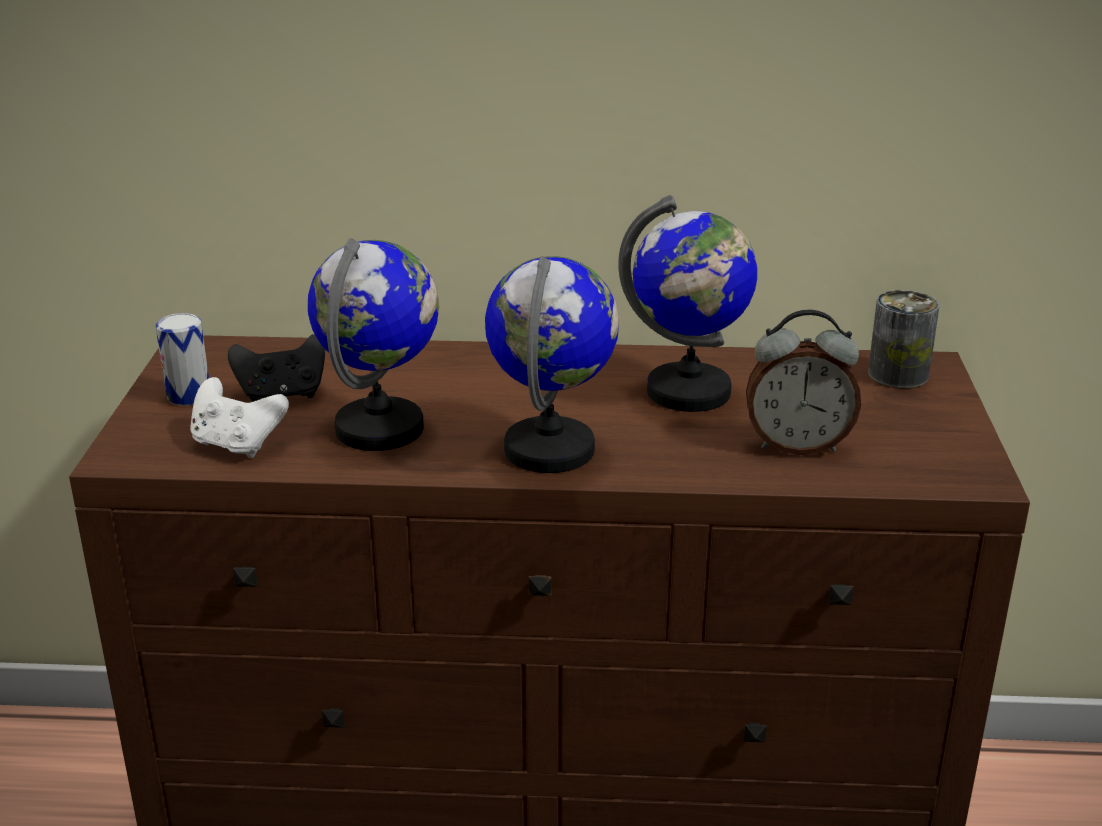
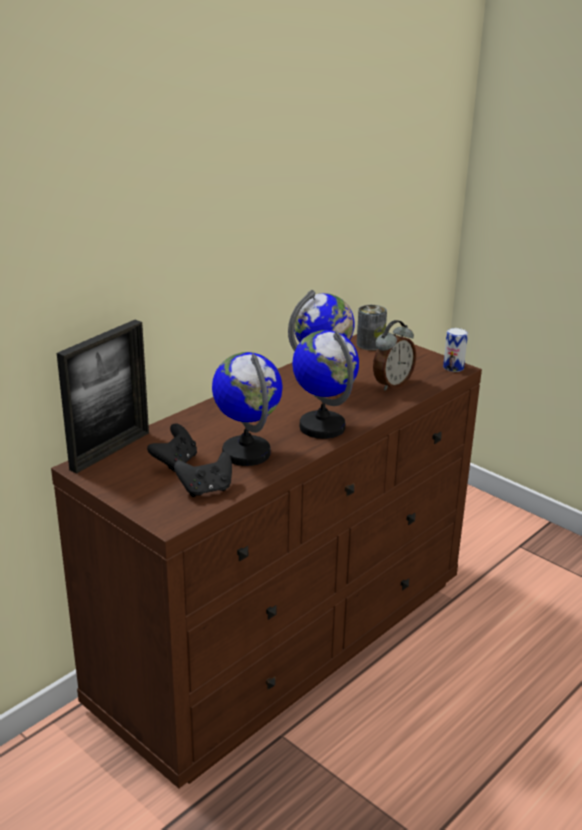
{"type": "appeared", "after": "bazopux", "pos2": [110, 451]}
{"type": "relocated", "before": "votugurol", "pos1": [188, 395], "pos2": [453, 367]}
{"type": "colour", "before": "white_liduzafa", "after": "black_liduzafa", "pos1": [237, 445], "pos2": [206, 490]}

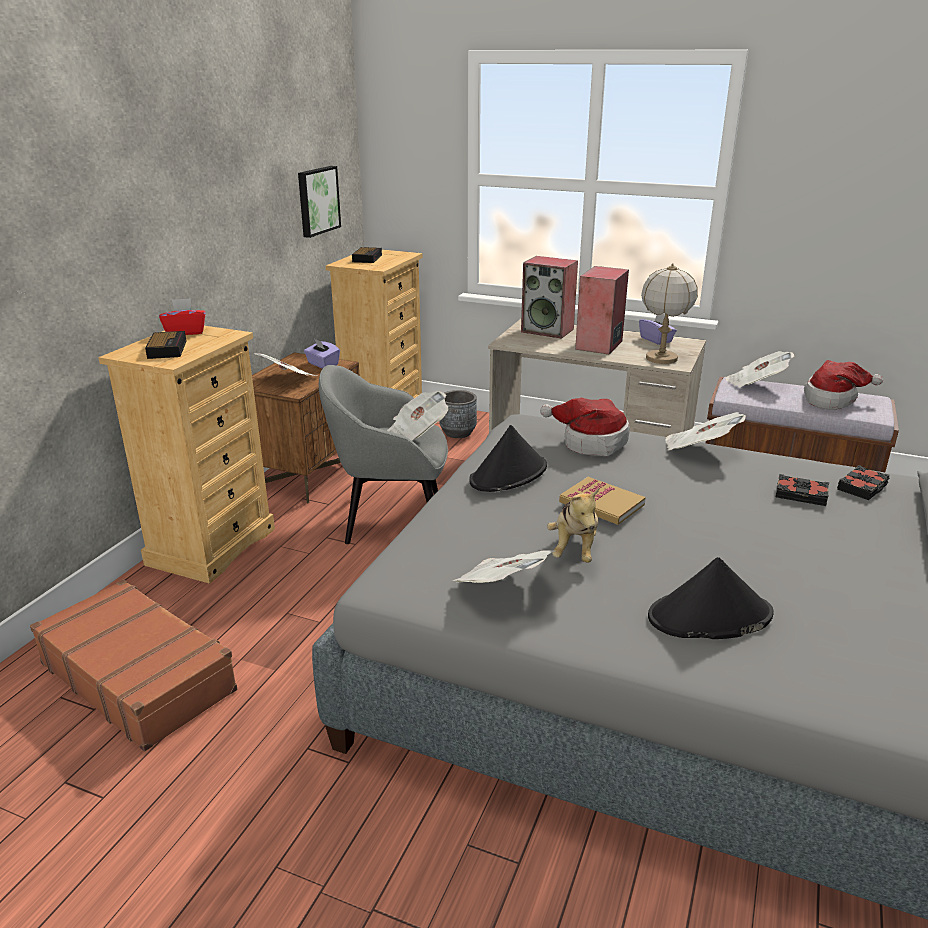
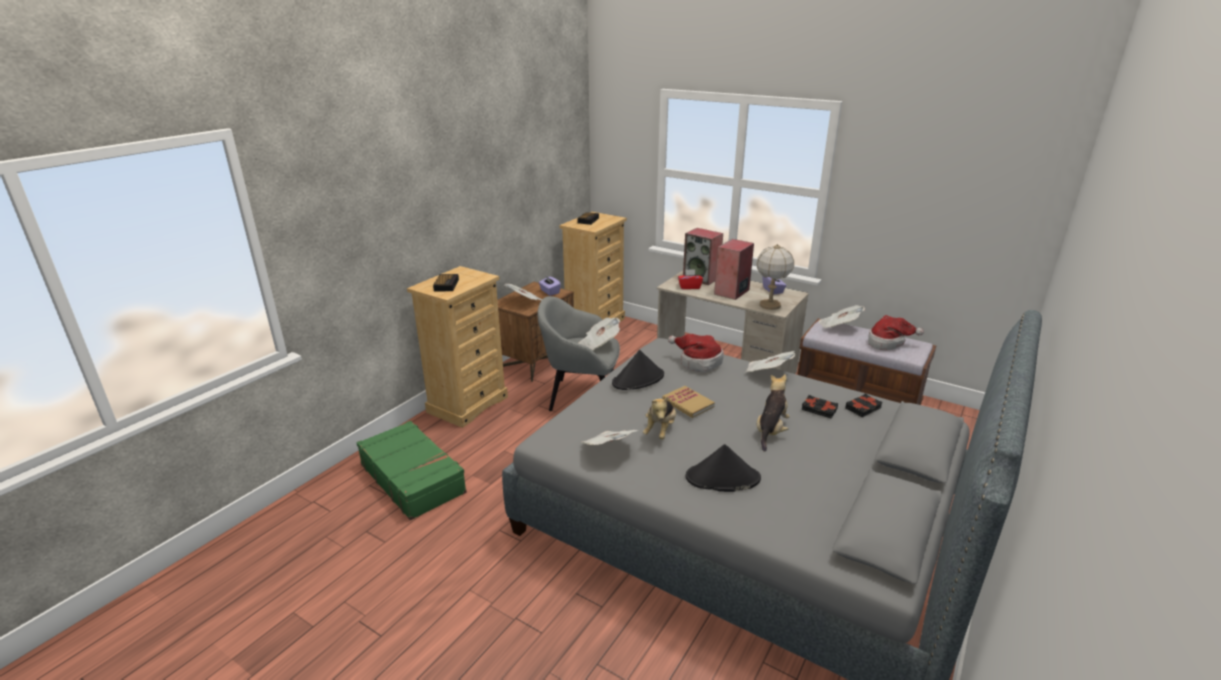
{"type": "missing", "before": "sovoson", "pos1": [317, 200]}
{"type": "missing", "before": "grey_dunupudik", "pos1": [458, 433]}
{"type": "appeared", "after": "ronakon", "pos2": [770, 431]}
{"type": "relocated", "before": "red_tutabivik", "pos1": [185, 332], "pos2": [689, 287]}
{"type": "colour", "before": "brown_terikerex", "after": "green_terikerex", "pos1": [139, 676], "pos2": [413, 478]}

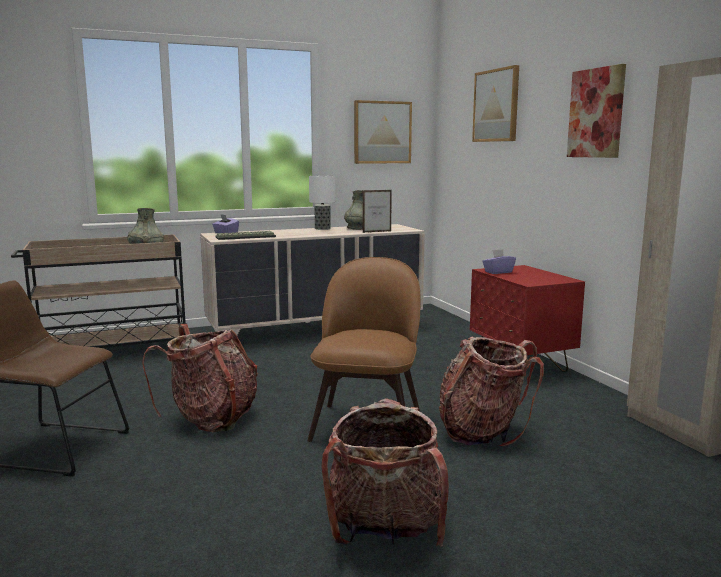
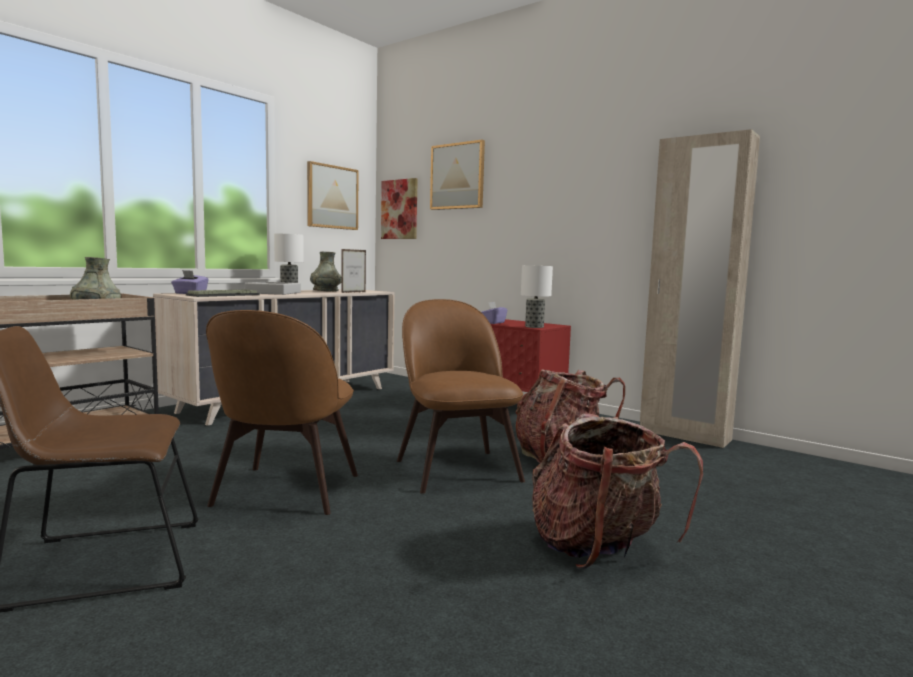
{"type": "appeared", "after": "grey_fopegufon", "pos2": [273, 293]}
{"type": "appeared", "after": "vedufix", "pos2": [535, 327]}
{"type": "relocated", "before": "sovoson", "pos1": [596, 113], "pos2": [399, 209]}
{"type": "exchanged", "before": "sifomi", "after": "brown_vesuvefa", "pos1": [211, 418], "pos2": [285, 492]}

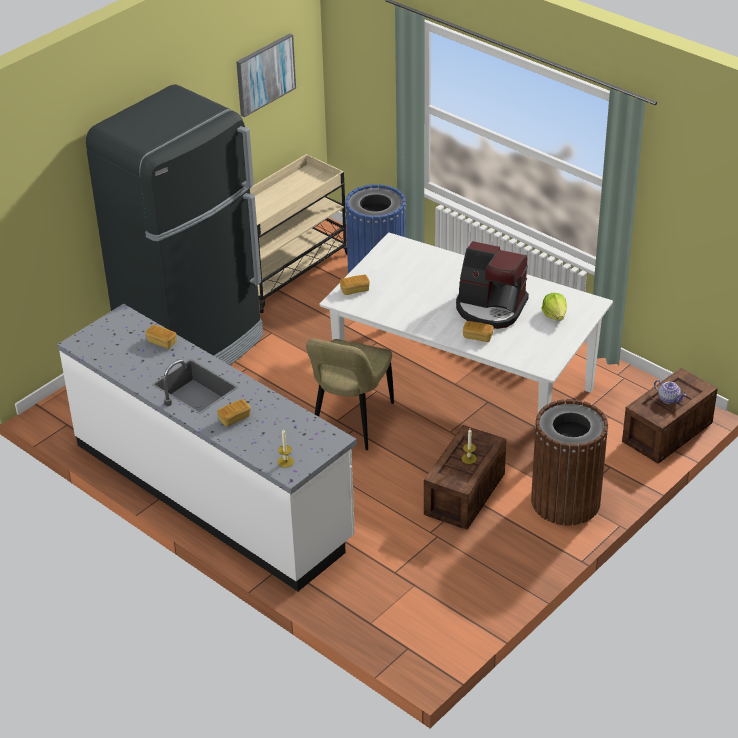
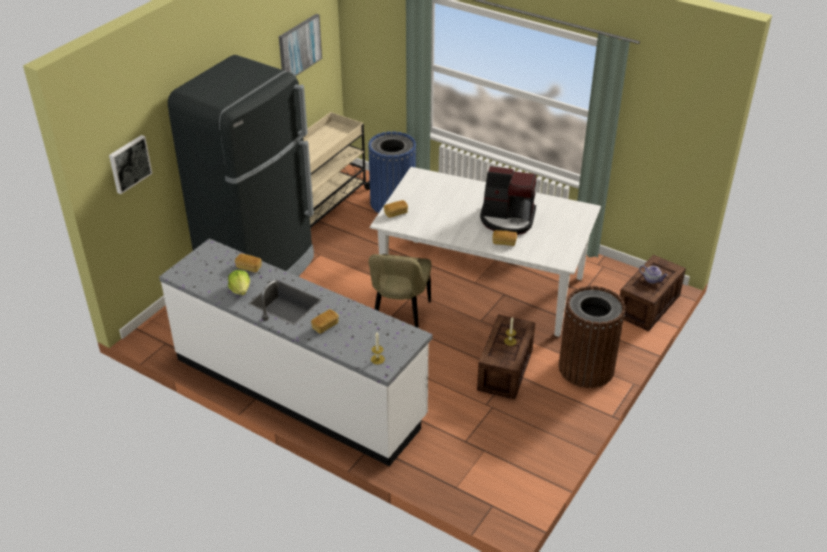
{"type": "appeared", "after": "sovoson", "pos2": [129, 163]}
{"type": "relocated", "before": "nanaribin", "pos1": [555, 315], "pos2": [240, 289]}

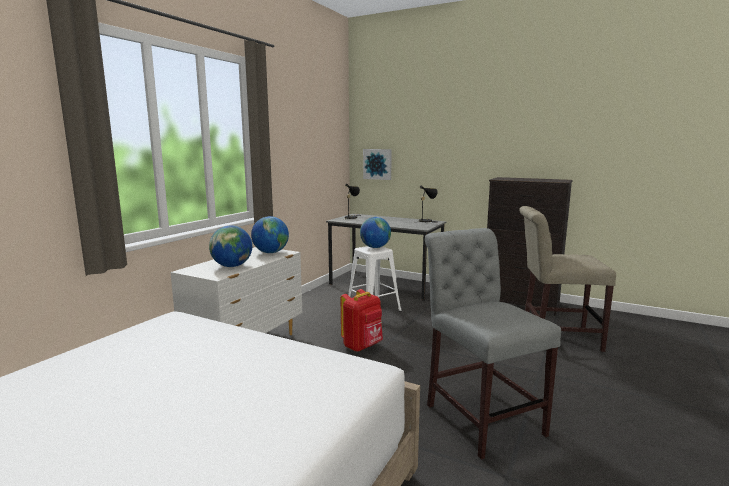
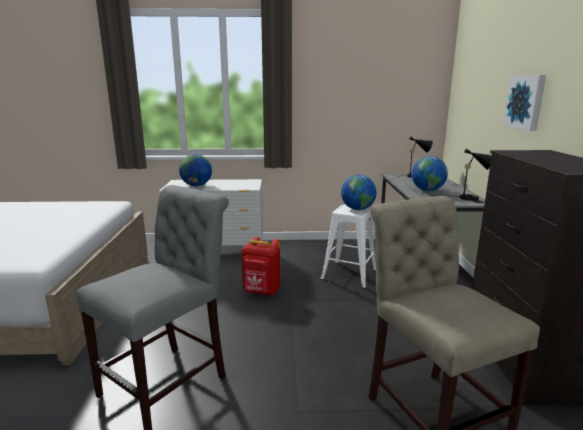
{"type": "relocated", "before": "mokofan", "pos1": [270, 252], "pos2": [427, 190]}
{"type": "relocated", "before": "sovoson", "pos1": [377, 164], "pos2": [525, 102]}

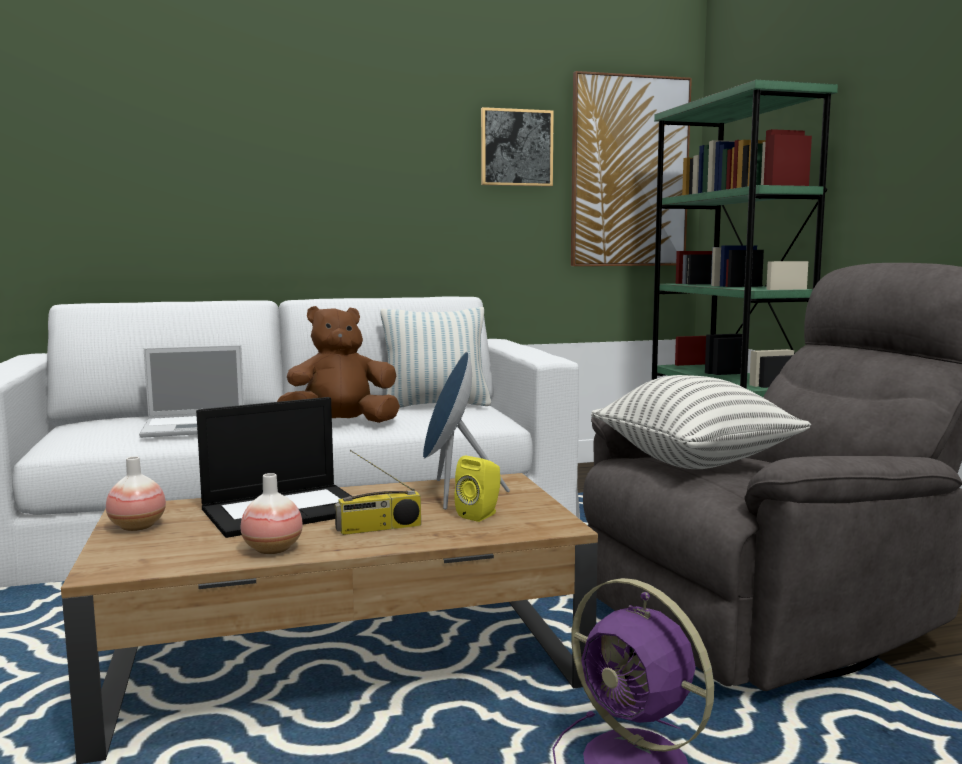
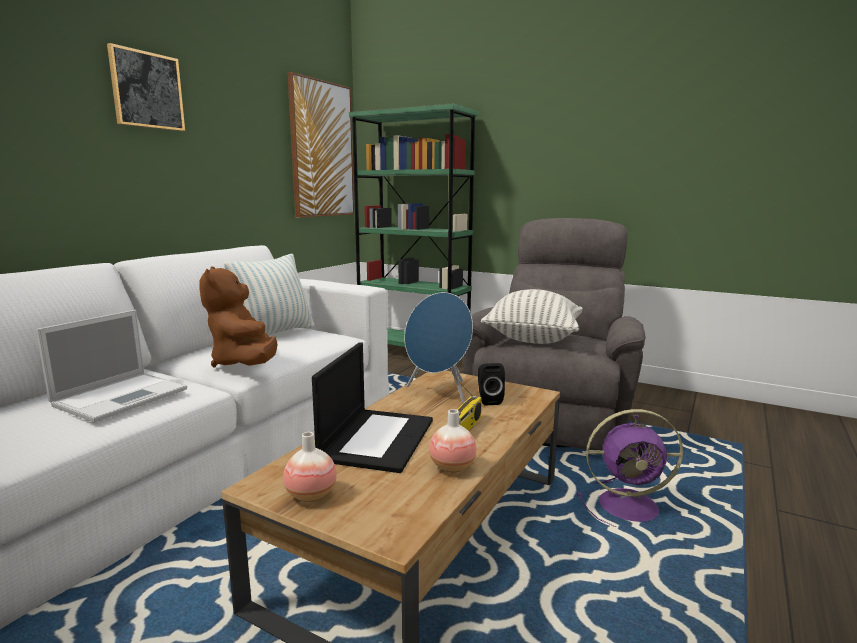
{"type": "relocated", "before": "sovoson", "pos1": [516, 148], "pos2": [147, 90]}
{"type": "colour", "before": "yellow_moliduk", "after": "black_moliduk", "pos1": [481, 515], "pos2": [488, 400]}
{"type": "spun", "before": "brown_ronakon", "pos1": [341, 424], "pos2": [244, 363], "turn": -45}

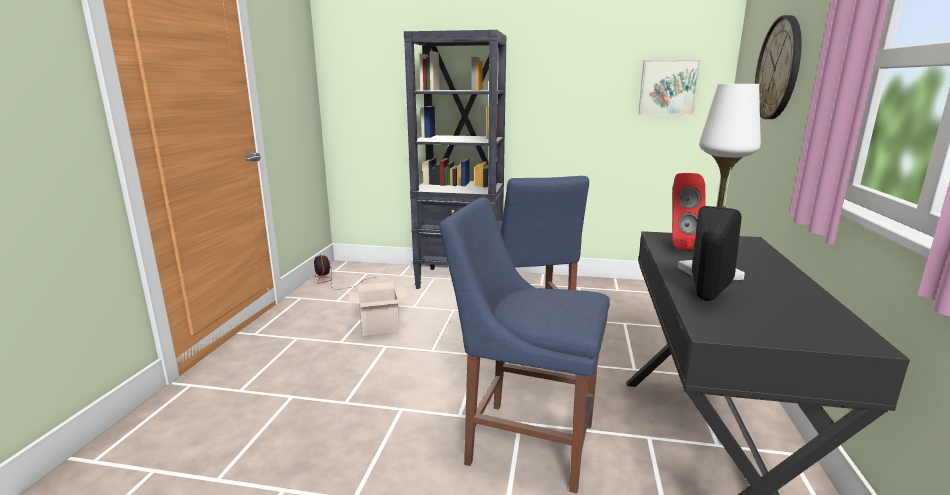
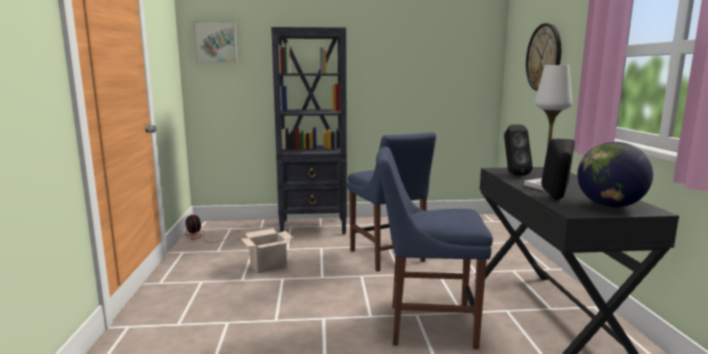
{"type": "appeared", "after": "mokofan", "pos2": [610, 206]}
{"type": "relocated", "before": "sovoson", "pos1": [667, 87], "pos2": [216, 42]}
{"type": "colour", "before": "red_moliduk", "after": "black_moliduk", "pos1": [679, 246], "pos2": [513, 174]}

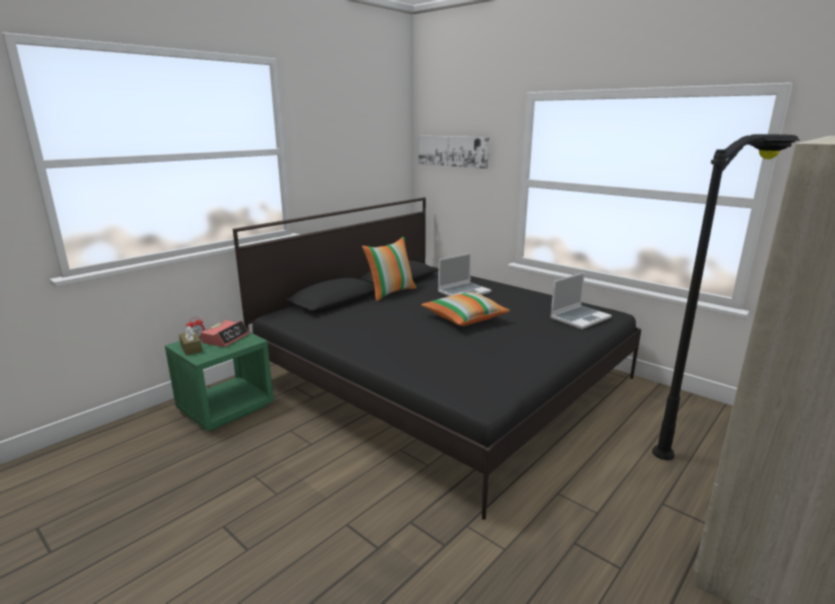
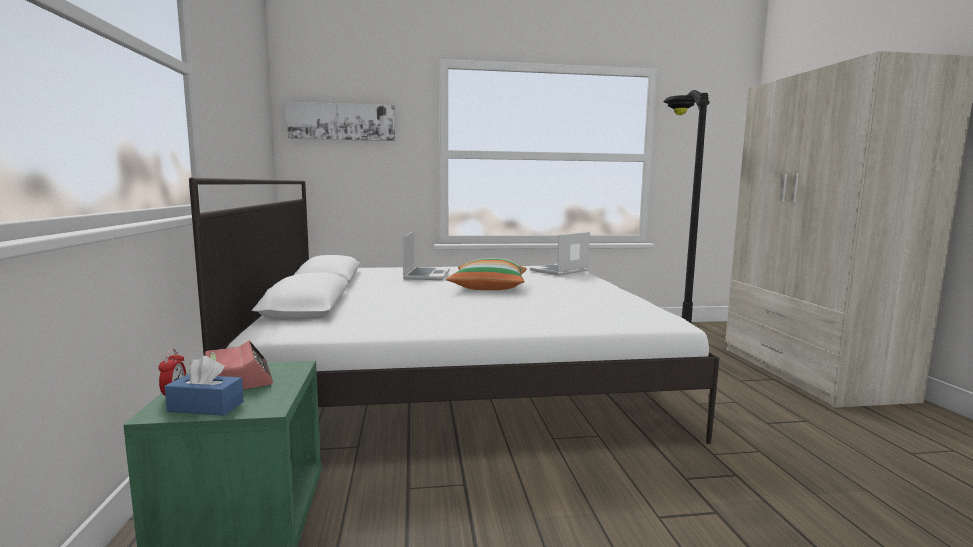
{"type": "missing", "before": "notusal", "pos1": [391, 292]}
{"type": "colour", "before": "brown_tutabivik", "after": "blue_tutabivik", "pos1": [191, 348], "pos2": [206, 407]}
{"type": "colour", "before": "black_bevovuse", "after": "white_bevovuse", "pos1": [443, 379], "pos2": [458, 375]}
{"type": "spun", "before": "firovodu", "pos1": [580, 318], "pos2": [559, 271], "turn": -135}

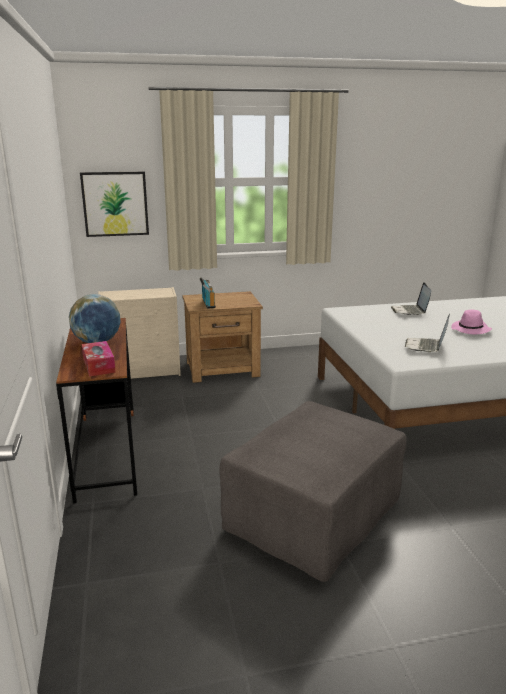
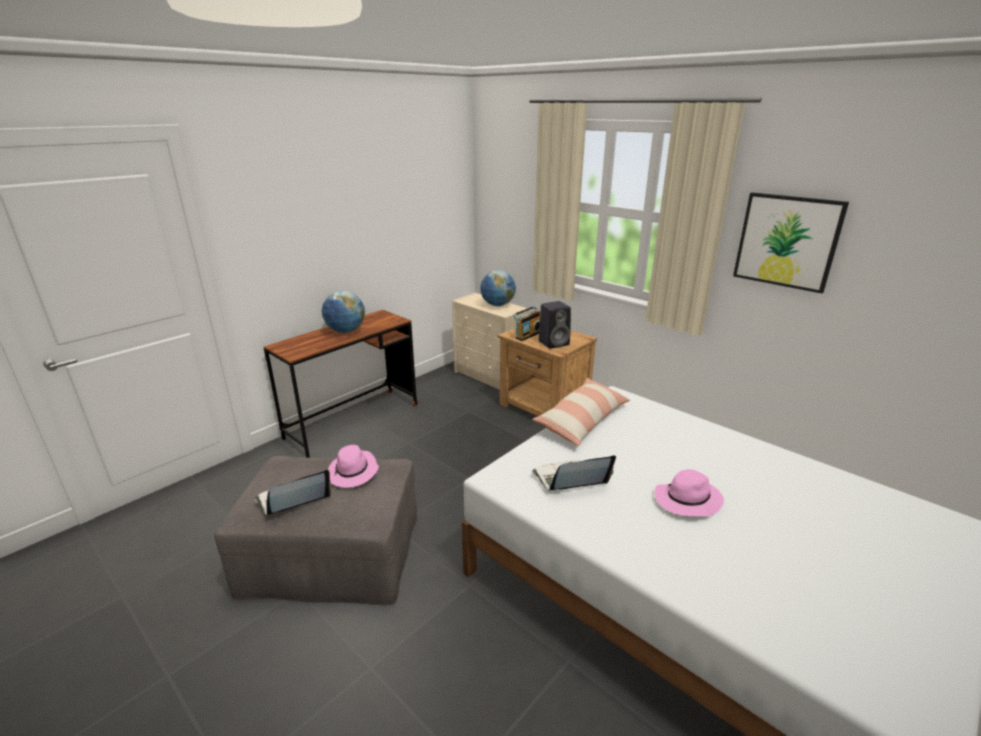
{"type": "missing", "before": "tutabivik", "pos1": [99, 365]}
{"type": "appeared", "after": "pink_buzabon", "pos2": [353, 472]}
{"type": "appeared", "after": "mokofan", "pos2": [497, 305]}
{"type": "appeared", "after": "notusal", "pos2": [582, 420]}
{"type": "appeared", "after": "black_moliduk", "pos2": [554, 343]}
{"type": "relocated", "before": "sovoson", "pos1": [115, 204], "pos2": [787, 241]}
{"type": "relocated", "before": "firovodu", "pos1": [410, 311], "pos2": [294, 500]}

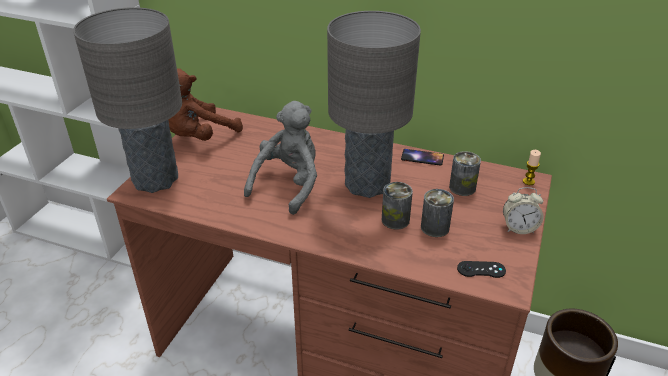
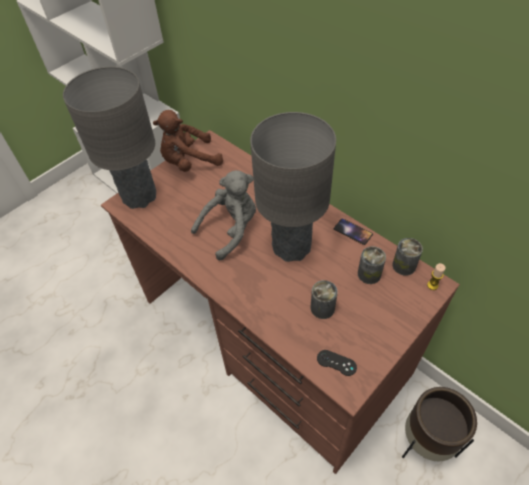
{"type": "missing", "before": "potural", "pos1": [519, 228]}
{"type": "relocated", "before": "votugurol", "pos1": [395, 220], "pos2": [404, 265]}

